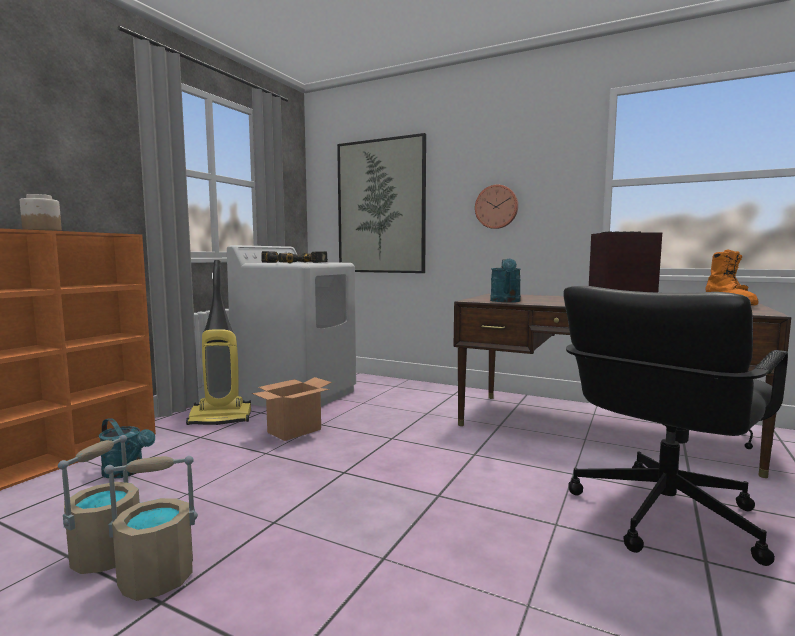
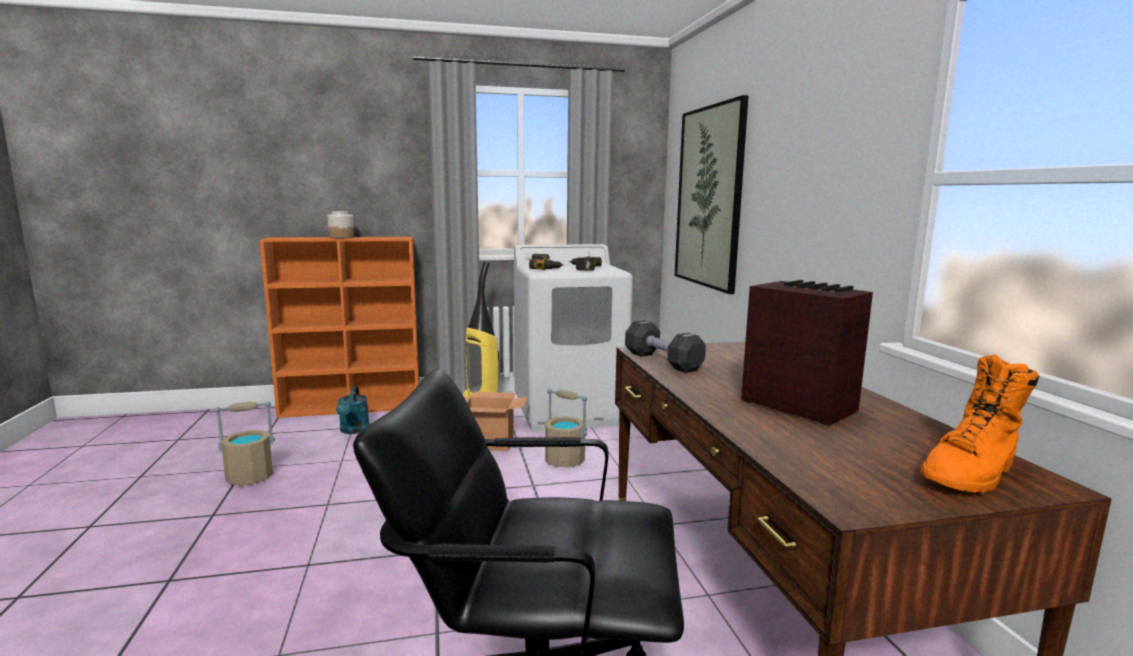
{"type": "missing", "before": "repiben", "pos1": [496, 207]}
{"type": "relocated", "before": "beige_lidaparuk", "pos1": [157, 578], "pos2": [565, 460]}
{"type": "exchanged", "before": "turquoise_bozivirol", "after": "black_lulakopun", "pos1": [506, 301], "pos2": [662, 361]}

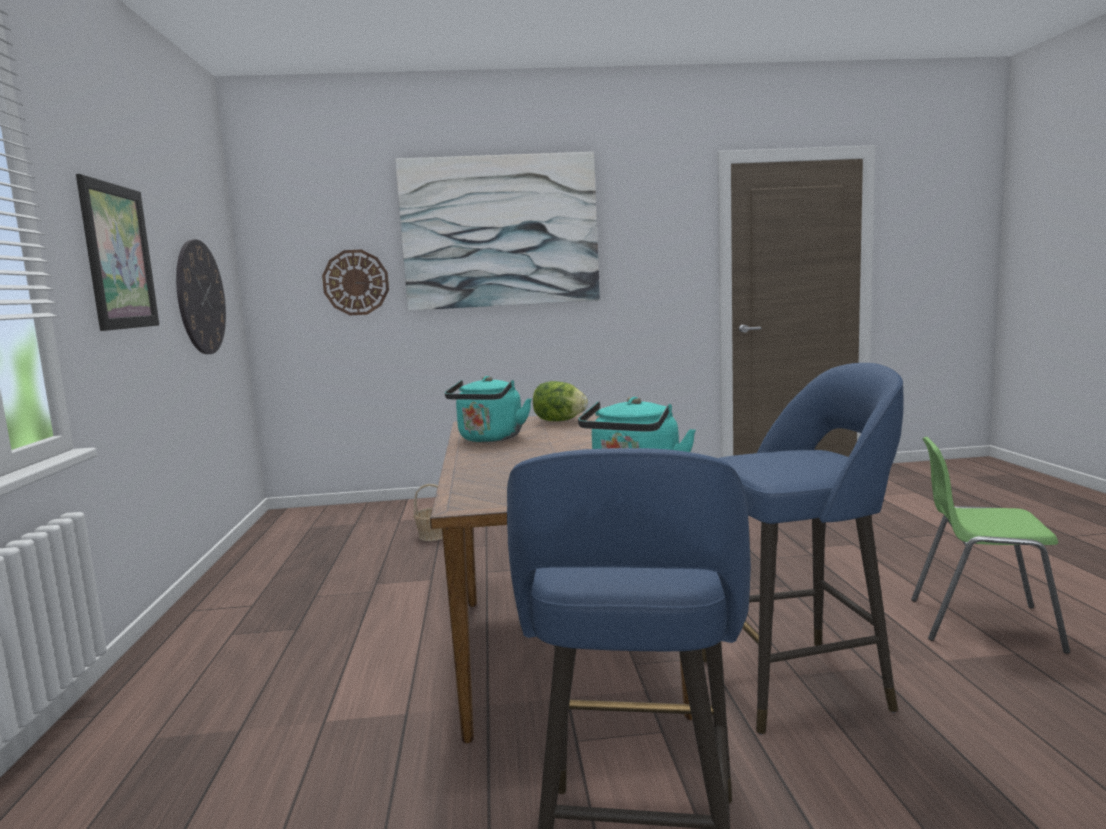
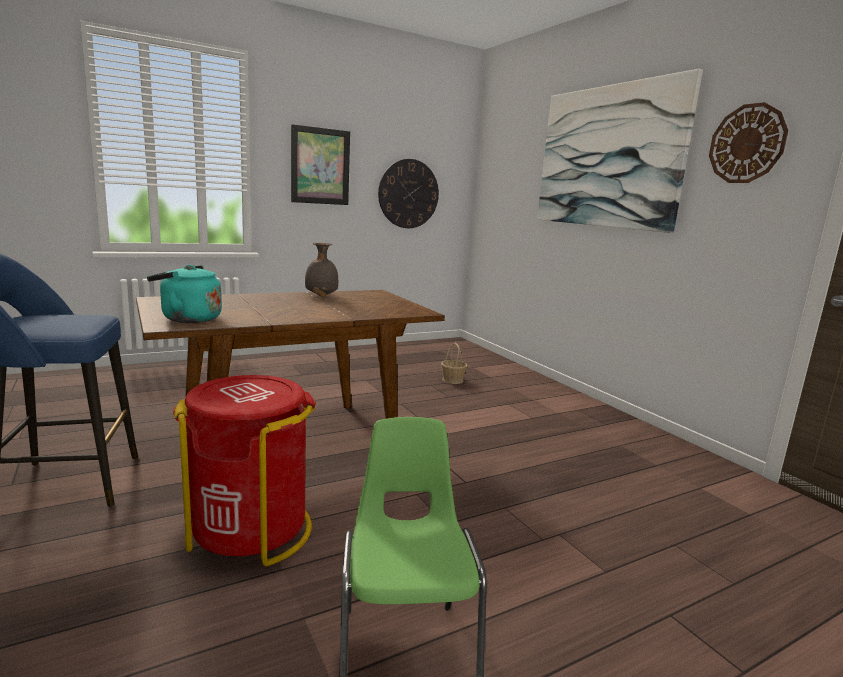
{"type": "missing", "before": "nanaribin", "pos1": [559, 421]}
{"type": "relocated", "before": "repiben", "pos1": [356, 282], "pos2": [747, 144]}
{"type": "exchanged", "before": "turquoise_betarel", "after": "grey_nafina", "pos1": [489, 439], "pos2": [320, 296]}
{"type": "exchanged", "before": "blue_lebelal", "after": "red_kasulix", "pos1": [798, 683], "pos2": [251, 530]}

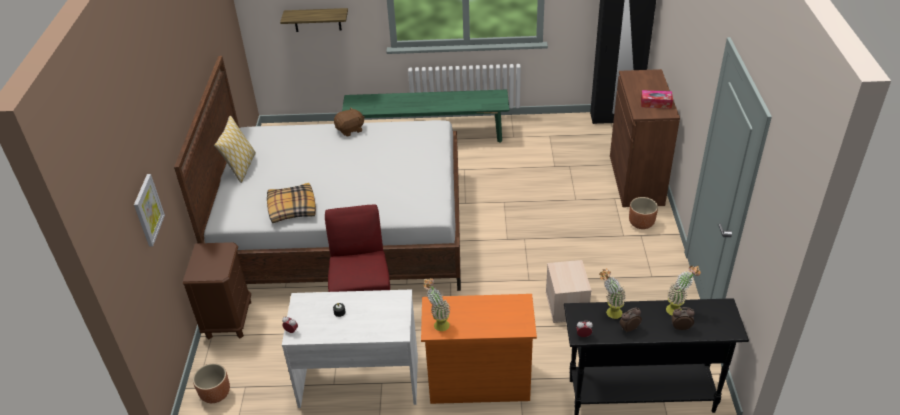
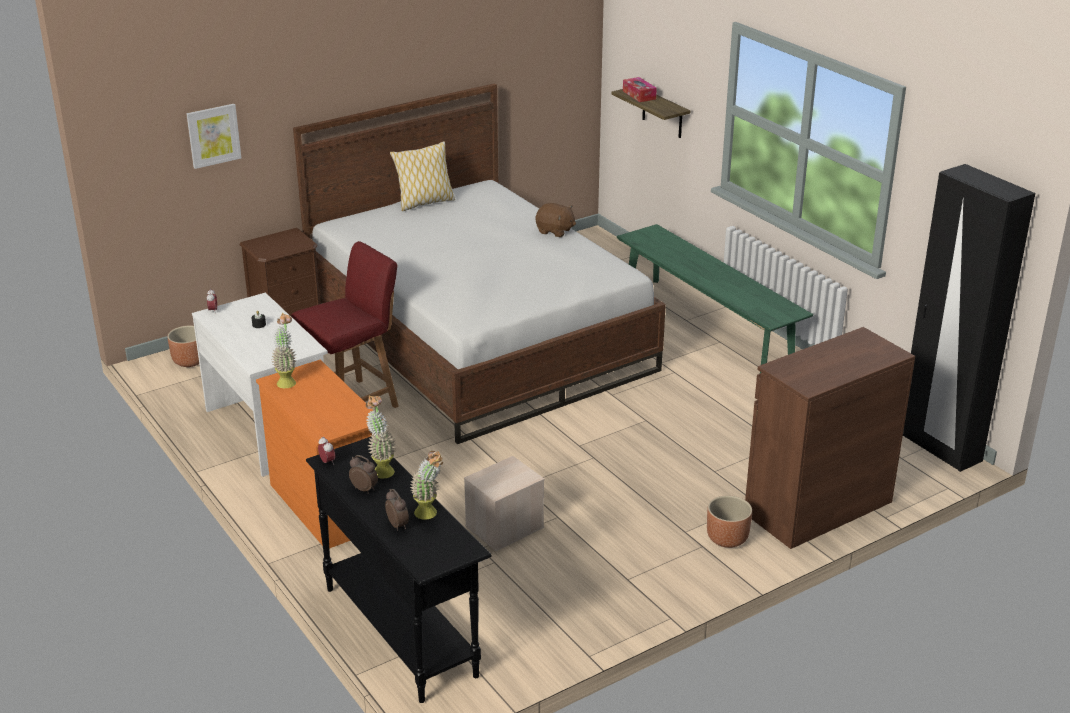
{"type": "missing", "before": "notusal", "pos1": [291, 208]}
{"type": "relocated", "before": "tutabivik", "pos1": [656, 103], "pos2": [639, 95]}

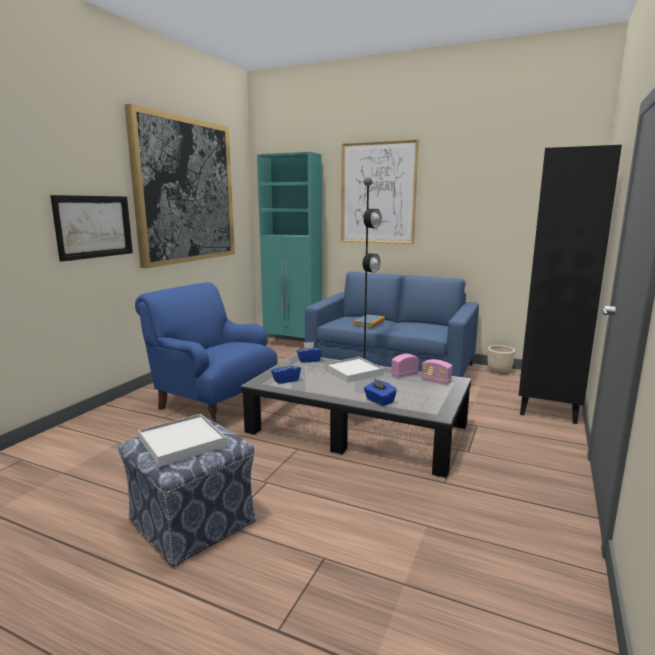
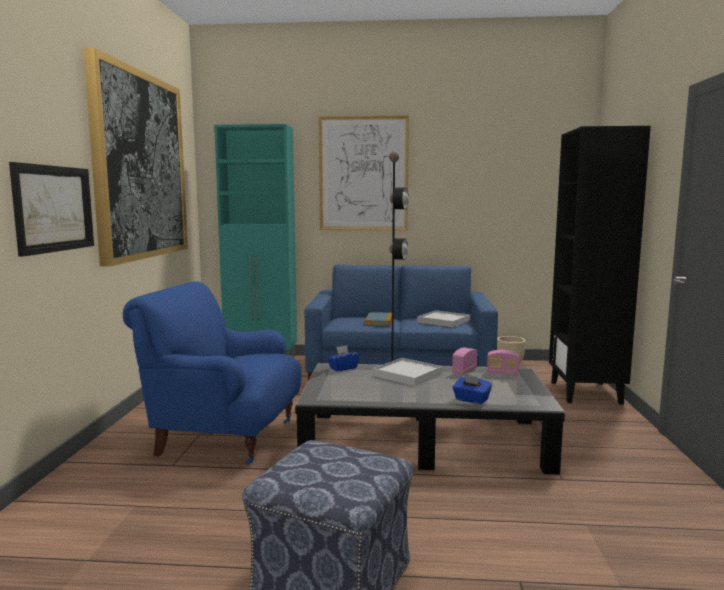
{"type": "missing", "before": "blue_tutabivik", "pos1": [286, 380]}
{"type": "relocated", "before": "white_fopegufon", "pos1": [182, 442], "pos2": [444, 321]}

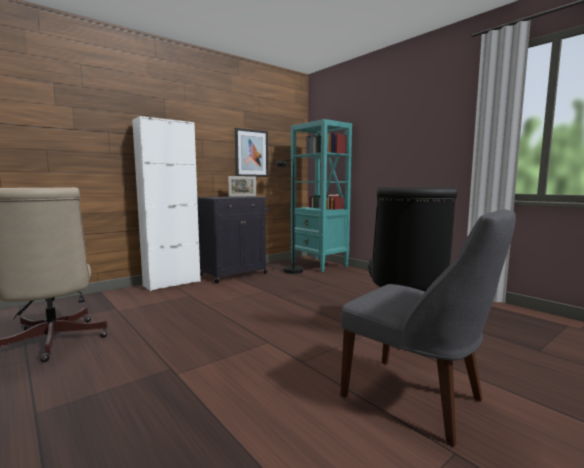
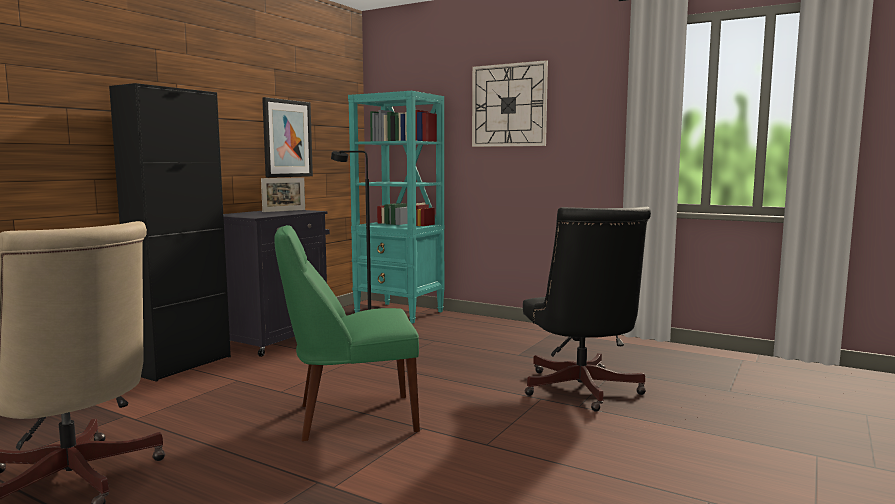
{"type": "missing", "before": "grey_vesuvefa", "pos1": [418, 400]}
{"type": "appeared", "after": "green_vesuvefa", "pos2": [350, 418]}
{"type": "appeared", "after": "repiben", "pos2": [509, 105]}
{"type": "colour", "before": "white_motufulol", "after": "black_motufulol", "pos1": [172, 283], "pos2": [183, 365]}

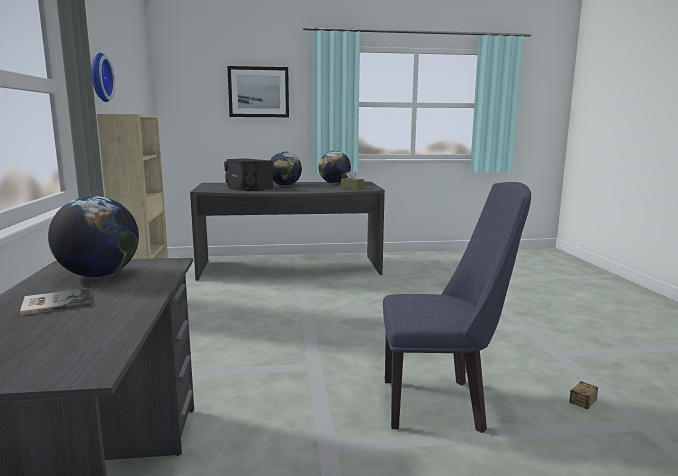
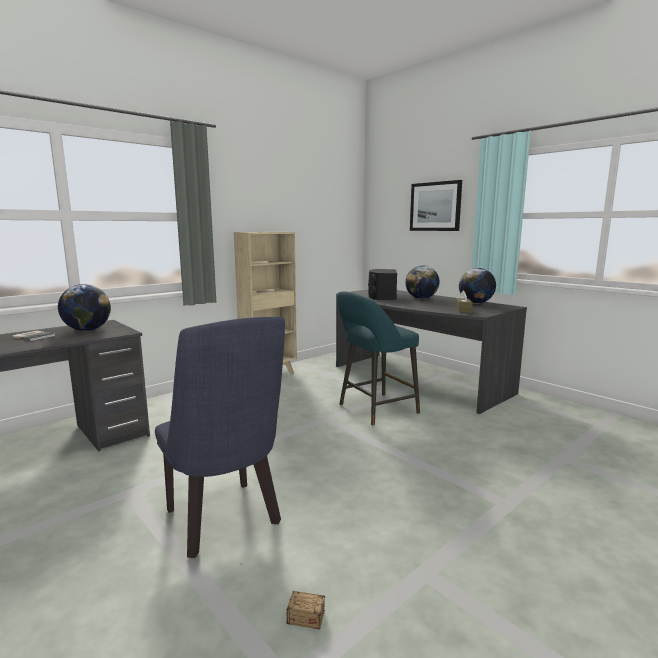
{"type": "missing", "before": "repiben", "pos1": [98, 77]}
{"type": "appeared", "after": "turquoise_lebelal", "pos2": [374, 410]}

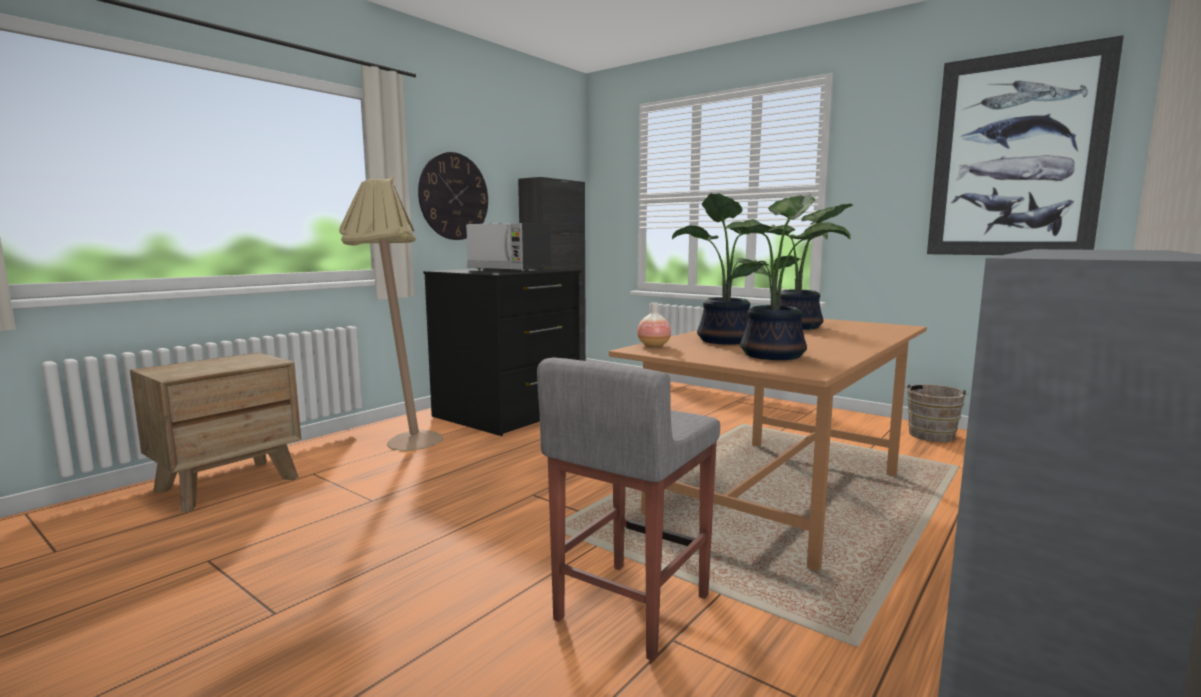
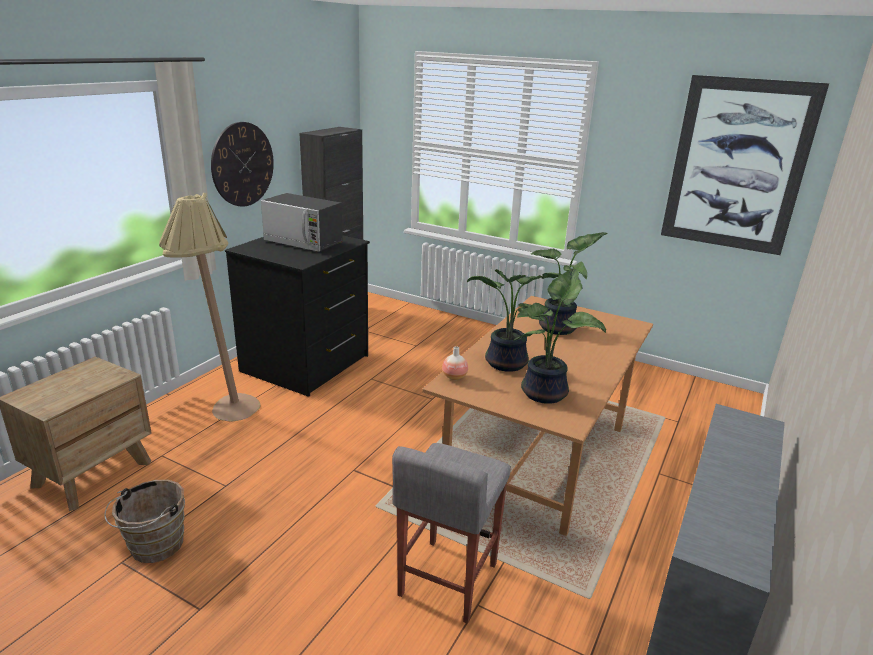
{"type": "relocated", "before": "brown_lidaparuk", "pos1": [930, 436], "pos2": [153, 547]}

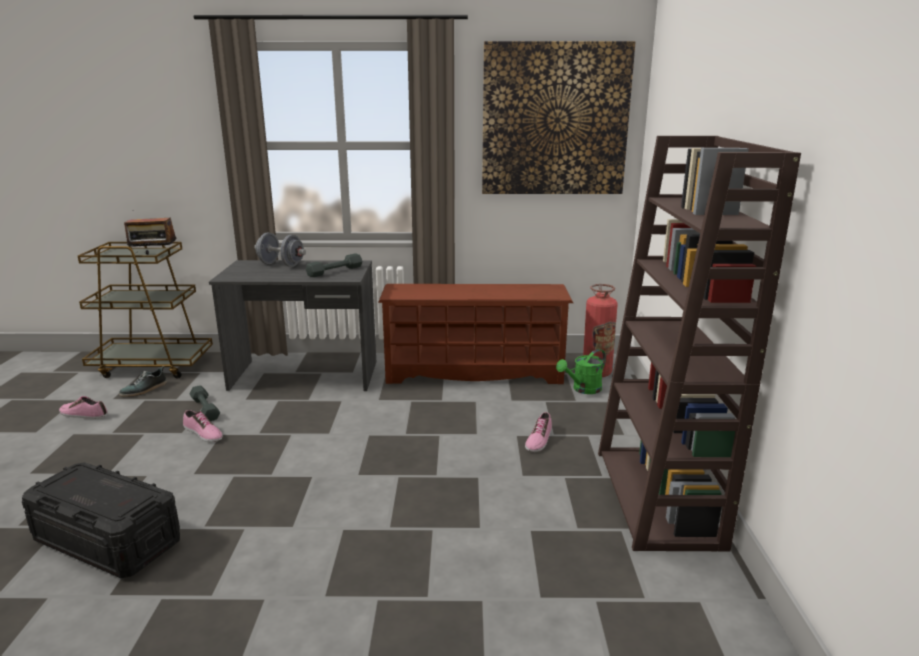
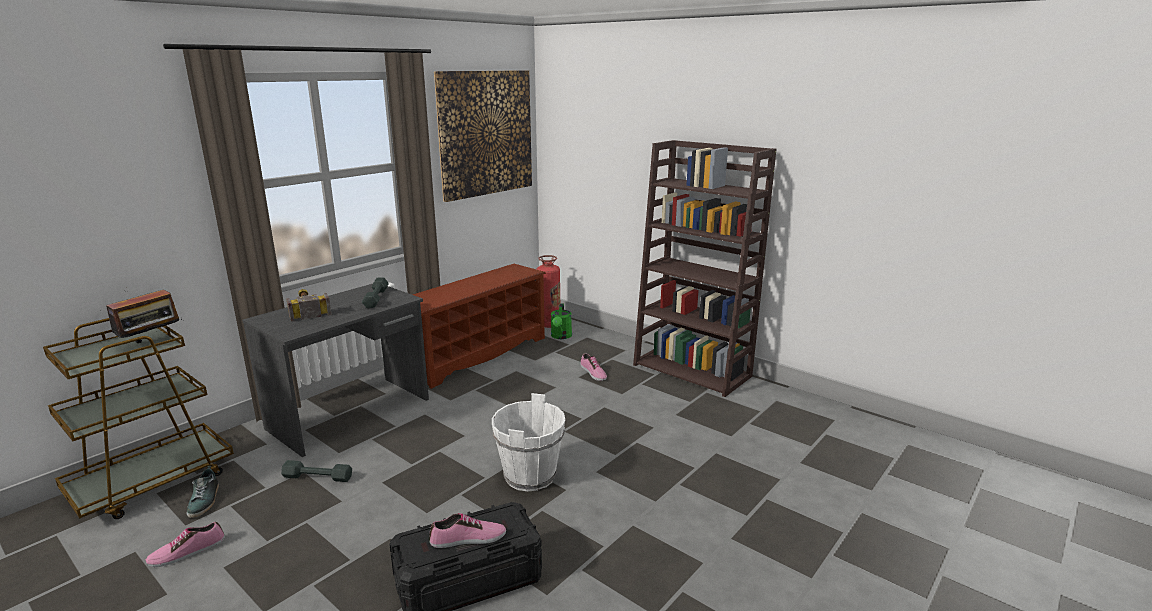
{"type": "appeared", "after": "white_lidaparuk", "pos2": [530, 476]}
{"type": "relocated", "before": "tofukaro", "pos1": [202, 433], "pos2": [468, 539]}
{"type": "exchanged", "before": "grey_lulakopun", "after": "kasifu", "pos1": [281, 264], "pos2": [307, 308]}

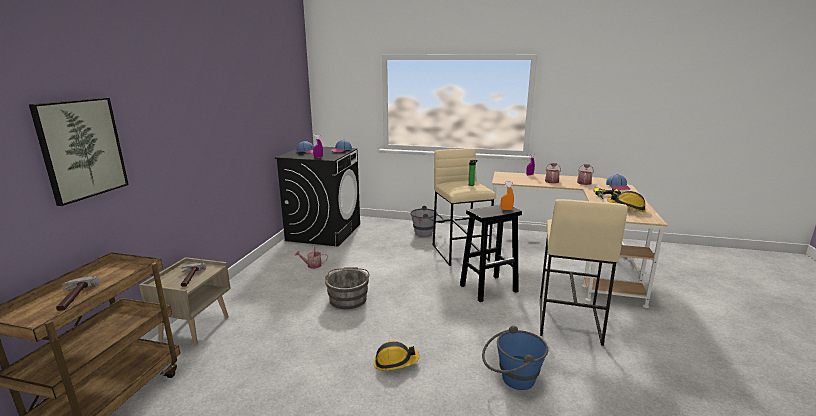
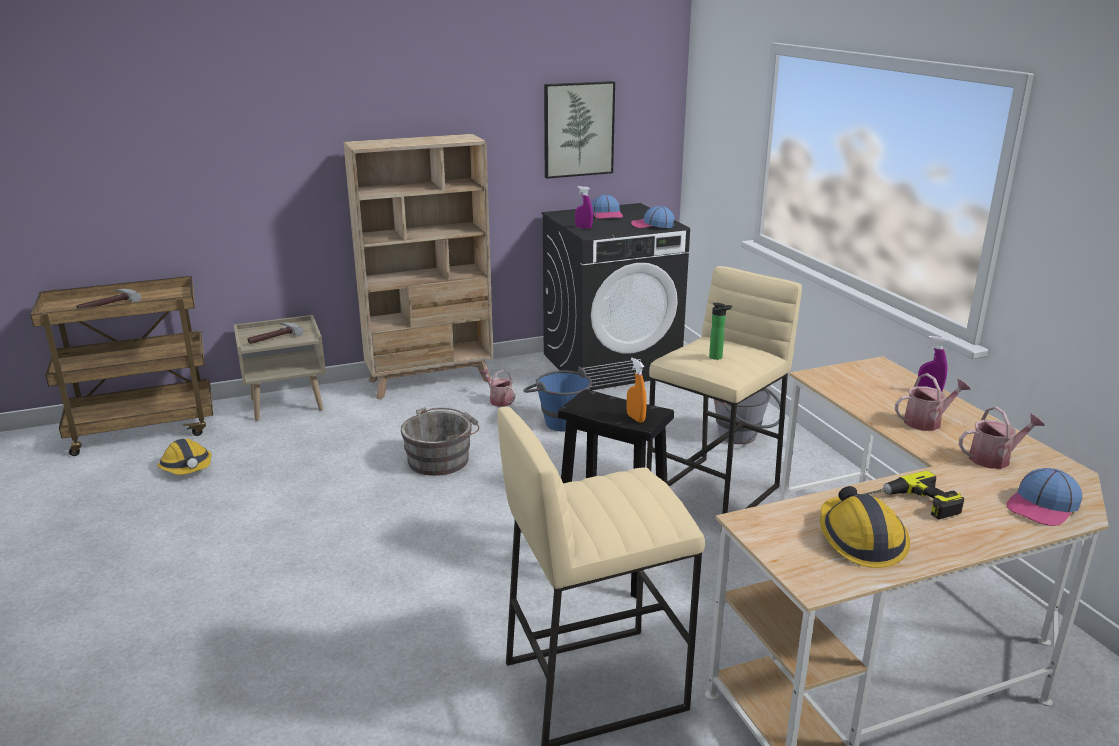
{"type": "appeared", "after": "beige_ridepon", "pos2": [431, 381]}
{"type": "relocated", "before": "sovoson", "pos1": [81, 149], "pos2": [578, 129]}
{"type": "relocated", "before": "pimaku", "pos1": [395, 361], "pos2": [187, 467]}
{"type": "relocated", "before": "blue_lidaparuk", "pos1": [511, 379], "pos2": [557, 420]}

